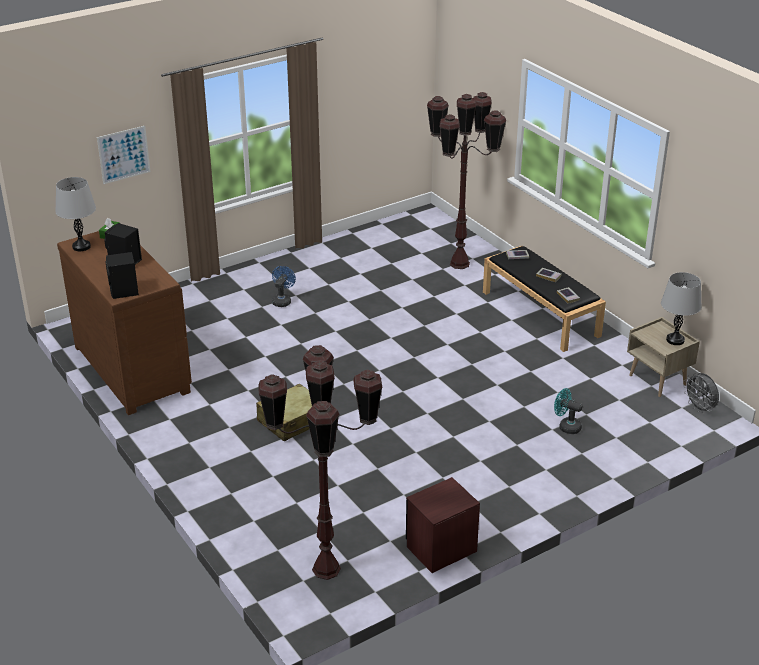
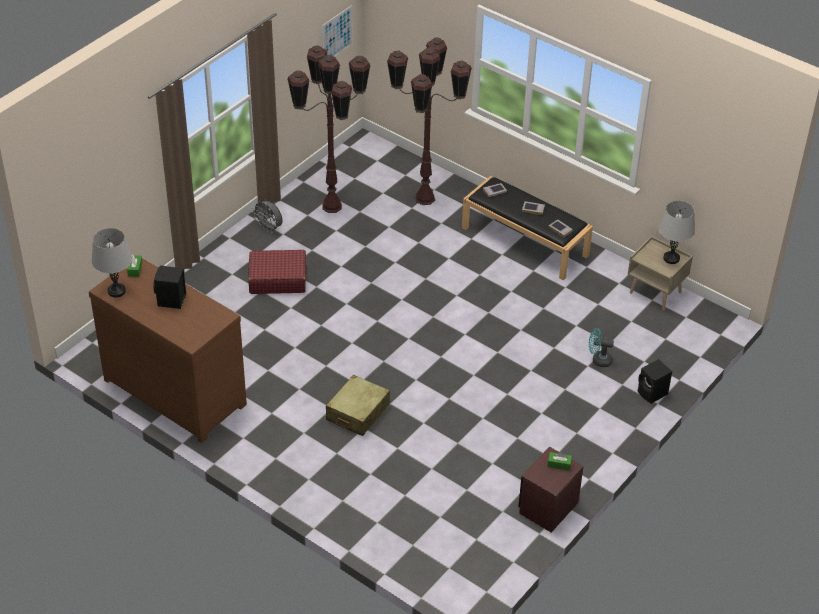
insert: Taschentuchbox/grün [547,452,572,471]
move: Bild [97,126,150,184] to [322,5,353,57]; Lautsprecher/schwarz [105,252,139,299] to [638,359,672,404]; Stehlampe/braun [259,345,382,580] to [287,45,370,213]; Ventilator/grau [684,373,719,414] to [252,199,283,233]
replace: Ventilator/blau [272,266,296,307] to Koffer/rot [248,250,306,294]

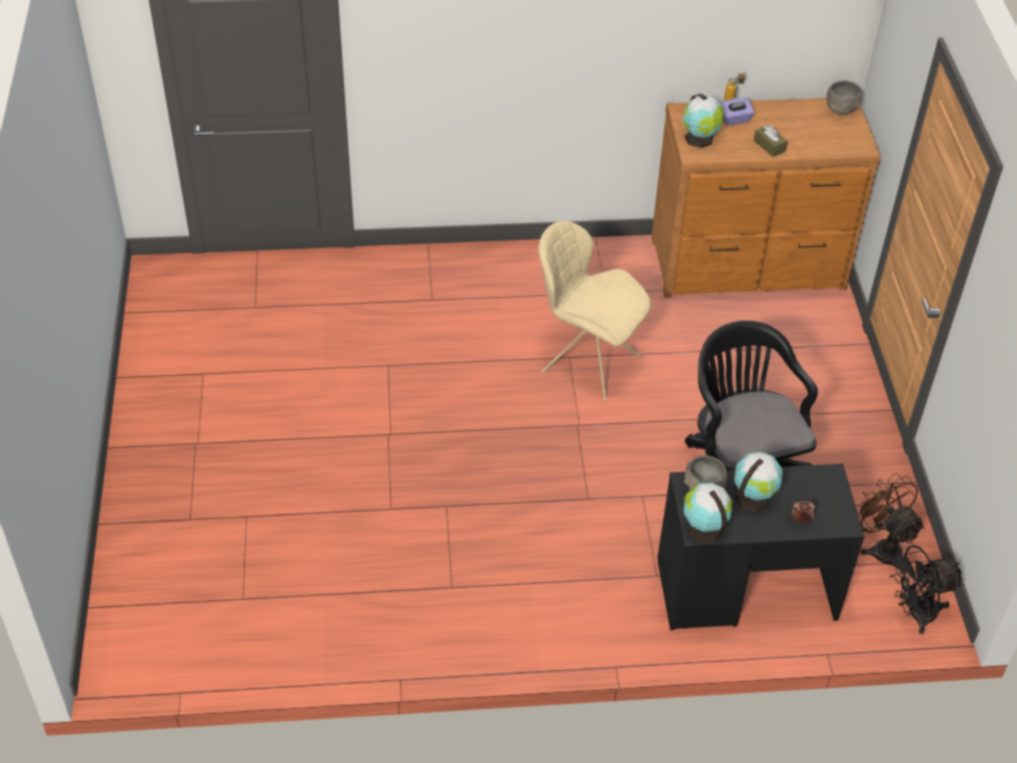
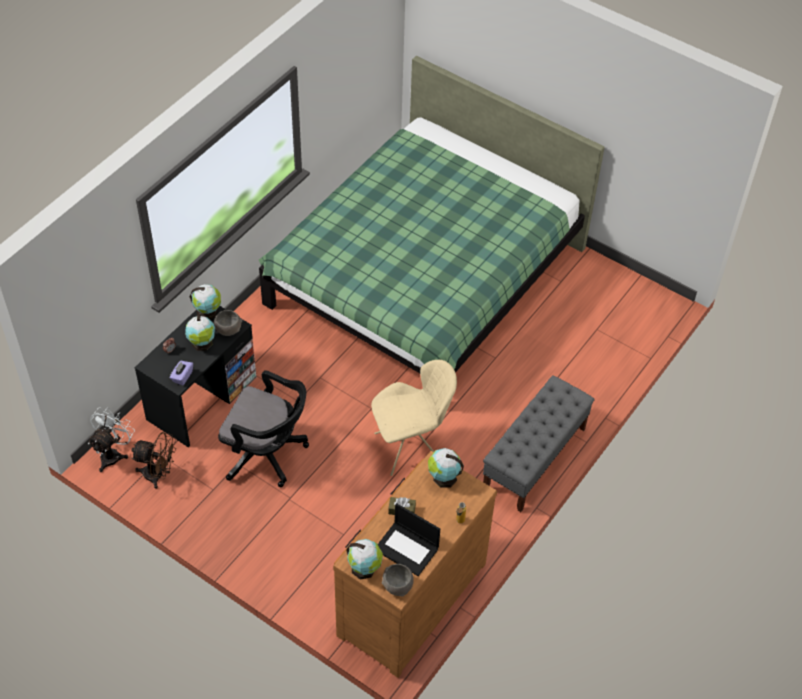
insert: Bett/grün [259,56,605,373]; Globus [346,539,383,580]; Laptop [378,503,440,576]; Bank/grau [483,375,595,512]
move: Taschentuchbox/lila [720,98,755,126] to [170,361,193,385]
recolor: Ventilator/schwarz [890,545,964,634] to Ventilator/weiß [88,407,135,472]

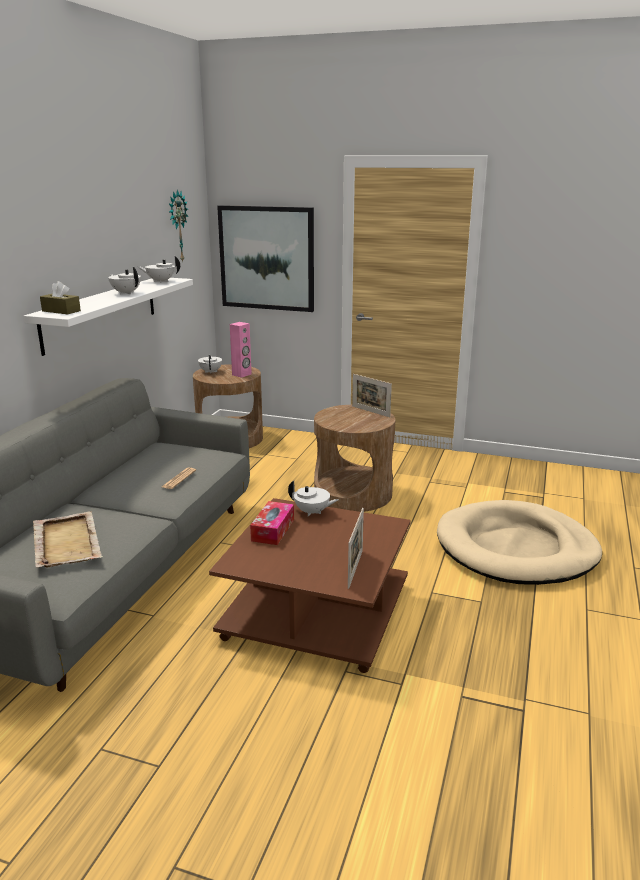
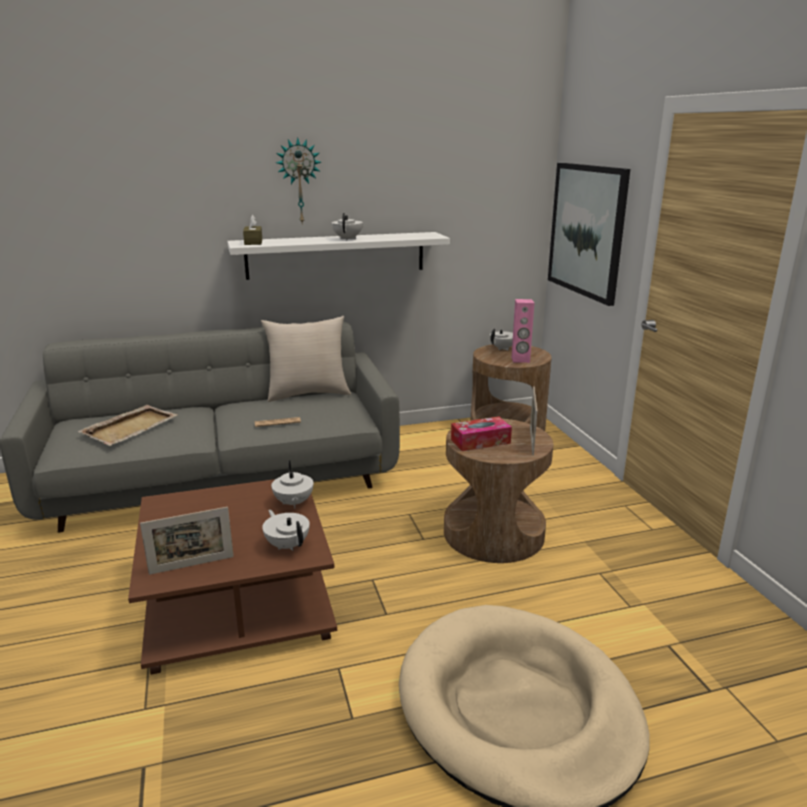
insert: Kissen/beige [261,316,351,402]
move: Teekanne/weiß [138,256,180,283] to [262,510,310,551]; Wanduhr [169,189,188,263] to [276,137,321,223]; Taschentuchbox [250,501,294,545] to [451,417,512,451]

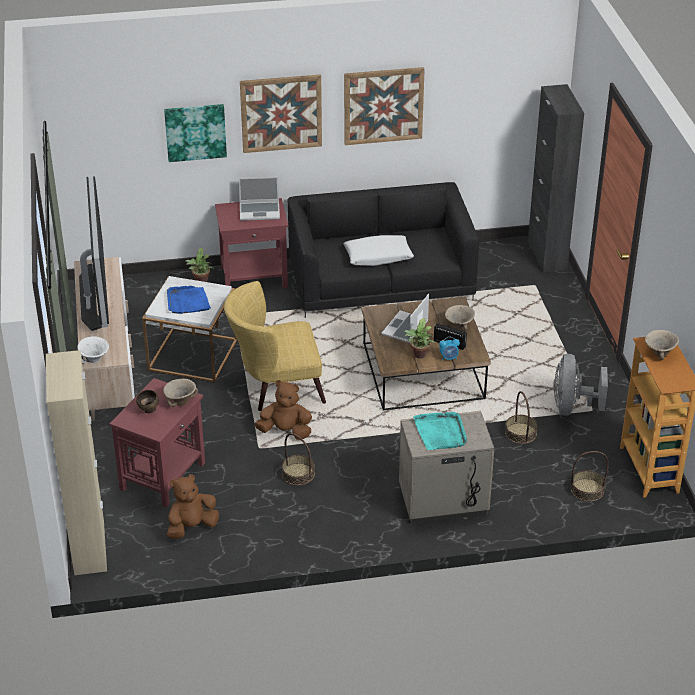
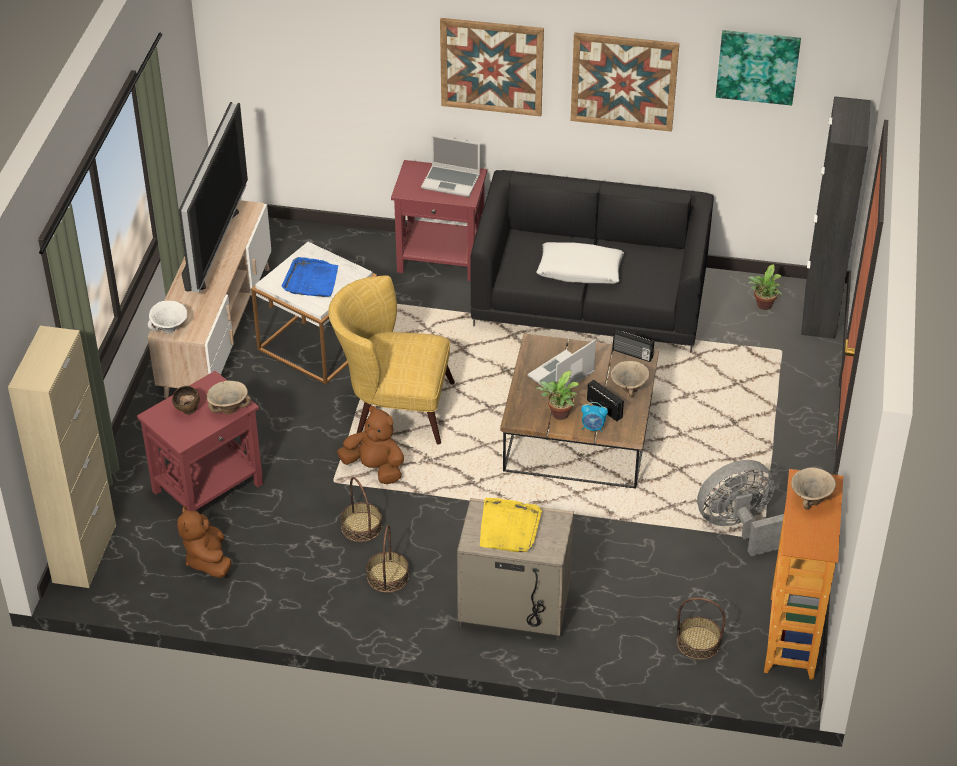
insert: Radio [613,329,654,362]
move: Bild [164,104,227,162] to [716,30,801,105]; Topfpflanze [185,248,214,282] to [748,264,783,310]; Korb [505,391,538,444] to [366,525,409,593]
recolor: Tablett/türkis [413,412,467,450] to Tablett/gelb [480,498,542,552]
rotate: Plüschtier/braun [167,474,219,539] = [177,506,232,578] 90 degrees counterclockwise; Ventilator/grau [553,354,608,416] = [697,460,784,556] 45 degrees clockwise

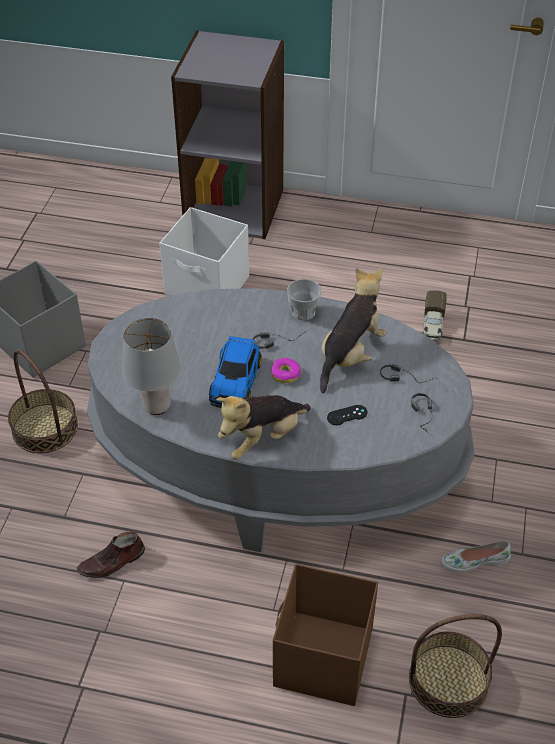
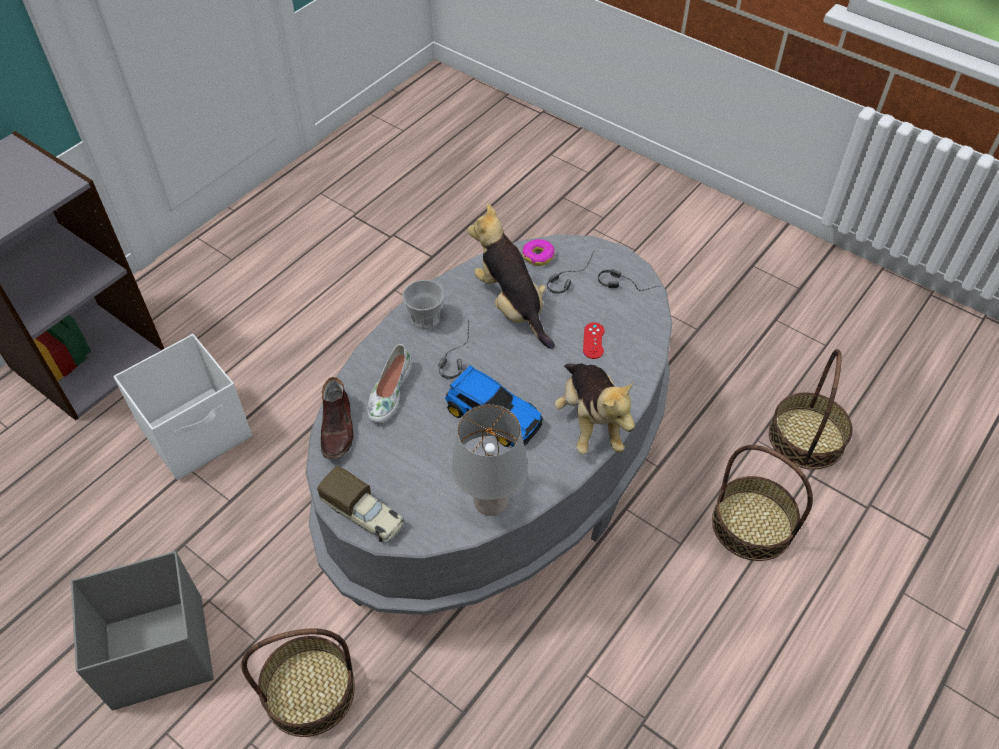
move: Schuh/braun [77,532,145,578] to [321,377,354,460]; Donut [271,358,301,383] to [522,239,555,266]; Spielzeuglaster [423,290,447,341] to [317,466,405,542]; Schuh/weiß [441,541,511,572] to [367,344,412,423]
replace: Aufbewahrungsbox/braun [273,564,378,706] to Korb [712,445,813,561]
recolor: Gamepad/schwarz [327,405,367,425] to Gamepad/rot [583,323,605,359]

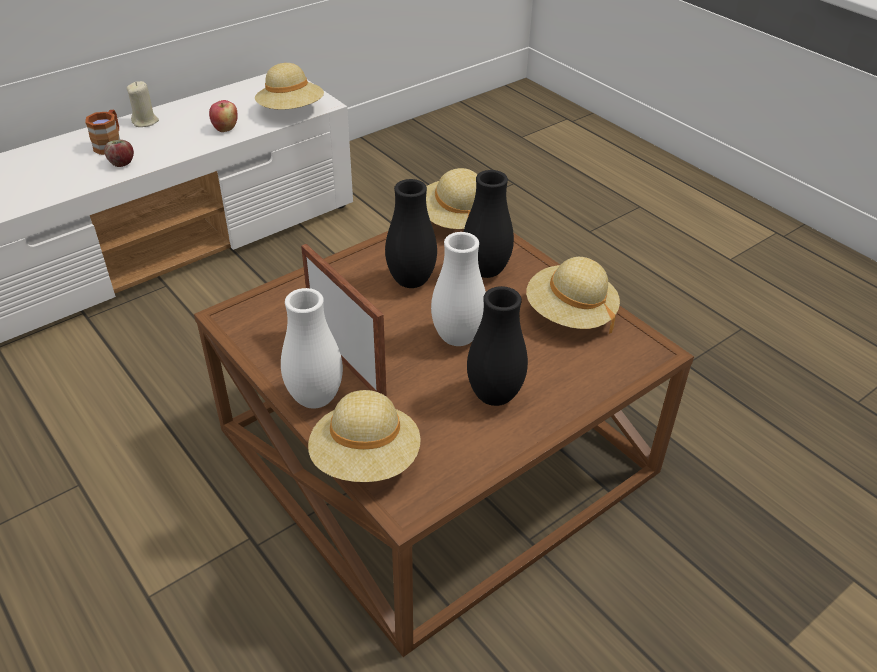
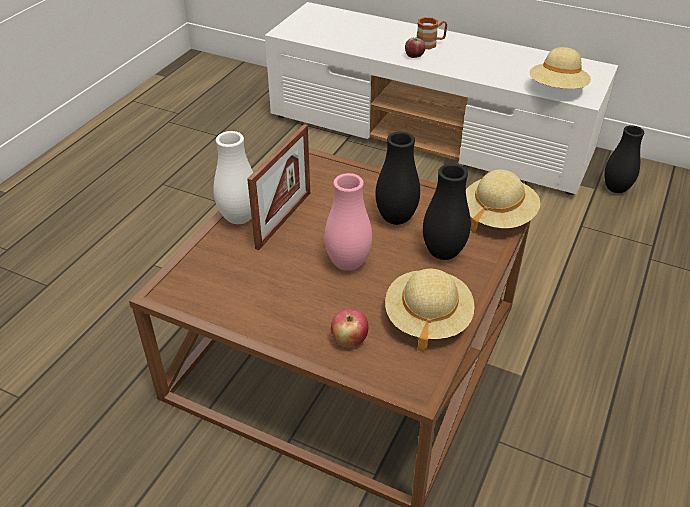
delete: Kerze/beige [127,81,159,127]; Hut/beige [308,390,421,482]
move: Apfel [209,100,238,132] to [331,309,369,348]; Vase/schwarz [467,286,528,406] to [604,125,644,193]
recolor: Vase/weiß [431,232,486,346] to Vase/rosa [324,173,372,271]

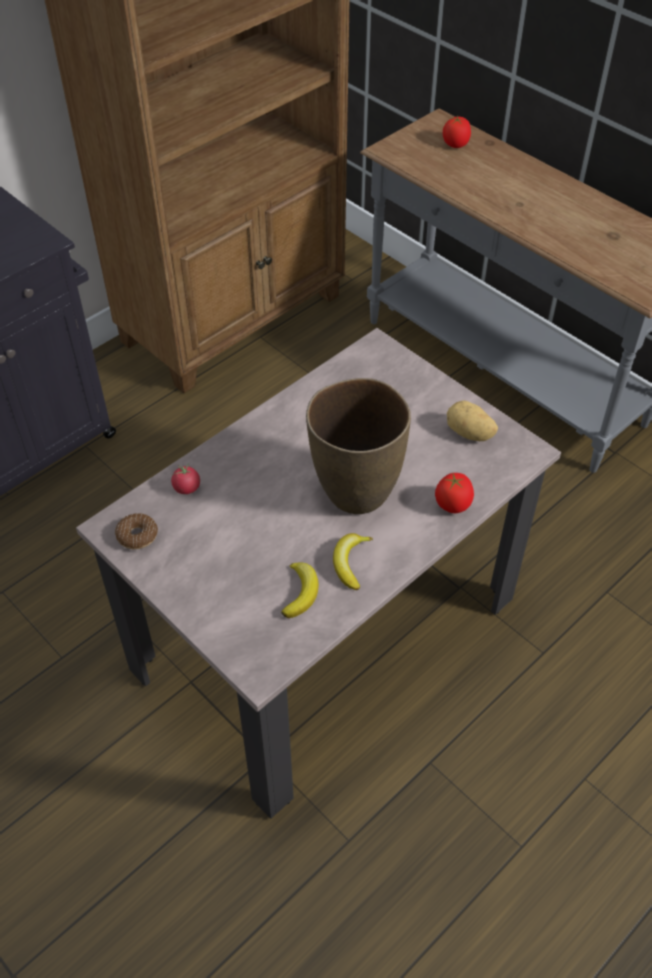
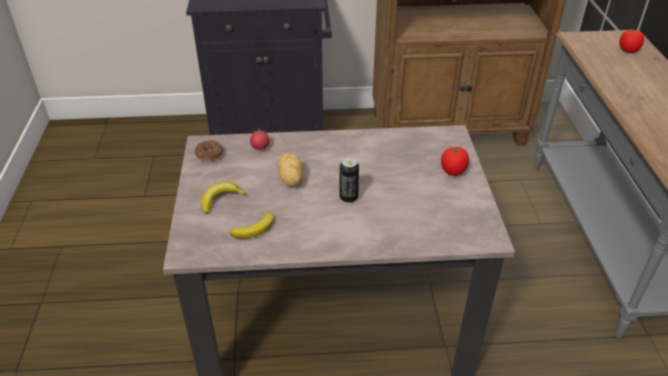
move: Banane [333,533,373,590] to [201,182,247,214]; Tomate [435,473,474,513] to [441,146,469,176]; Kartoffel [447,400,498,441] to [277,153,304,187]
replace: Vase/braun [306,378,411,514] to Dose [339,157,359,203]

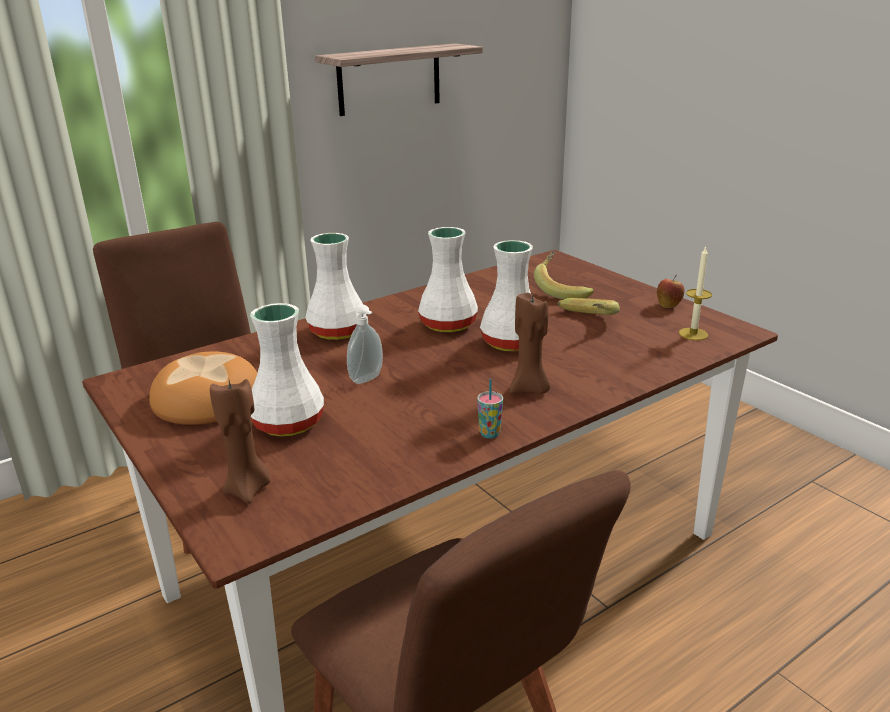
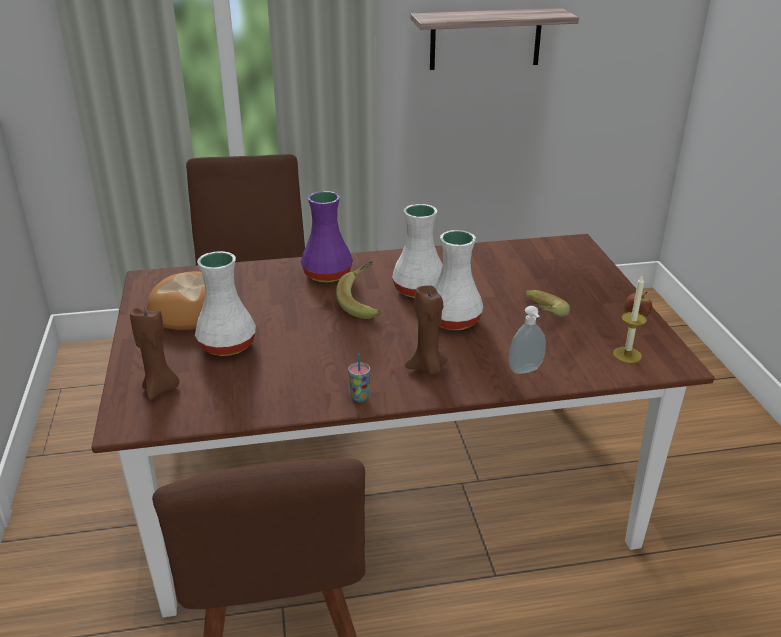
move: Seifenspender [347,304,383,384] to [508,306,546,374]; Banane [534,251,594,300] to [336,261,380,319]
recolor: Vase/weiß [305,233,367,340] to Vase/lila [301,191,353,282]

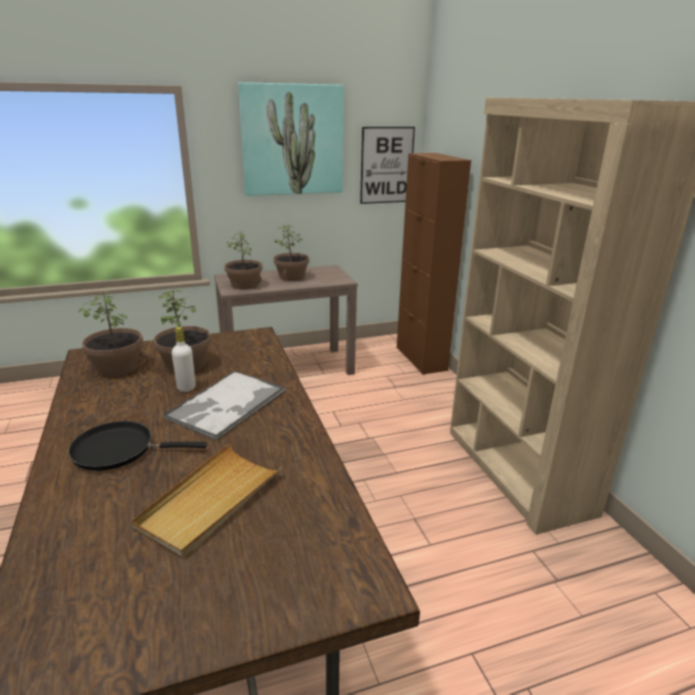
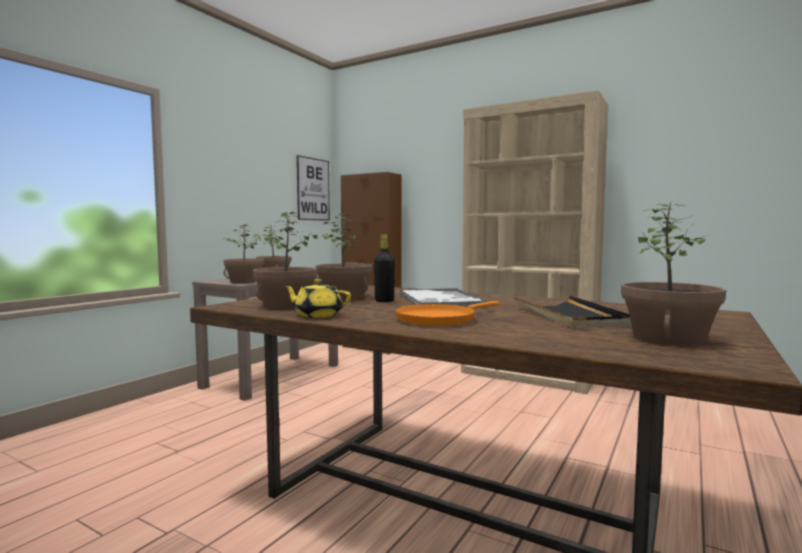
delete: Bild [238,82,344,196]
insert: Teekanne/gelb [284,279,351,318]; Topfpflanze [621,202,726,346]
recolor: Pfanne/schwarz [68,421,207,471] to Pfanne/orange [395,301,500,325]; Tablett/beige [131,444,282,557] to Tablett/schwarz [514,296,632,328]; Flasche/weiß [172,327,196,392] to Flasche/schwarz [374,235,395,302]

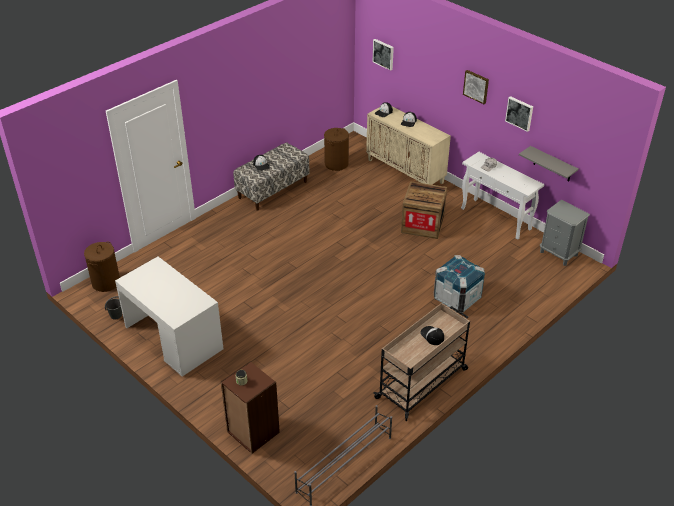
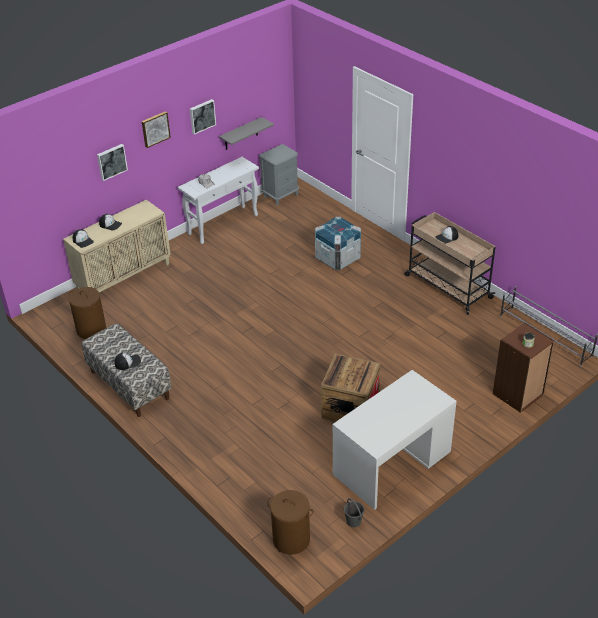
move: Bild [373,39,394,71] to [97,144,128,181]; Kiste [401,181,447,239] to [321,354,380,422]

